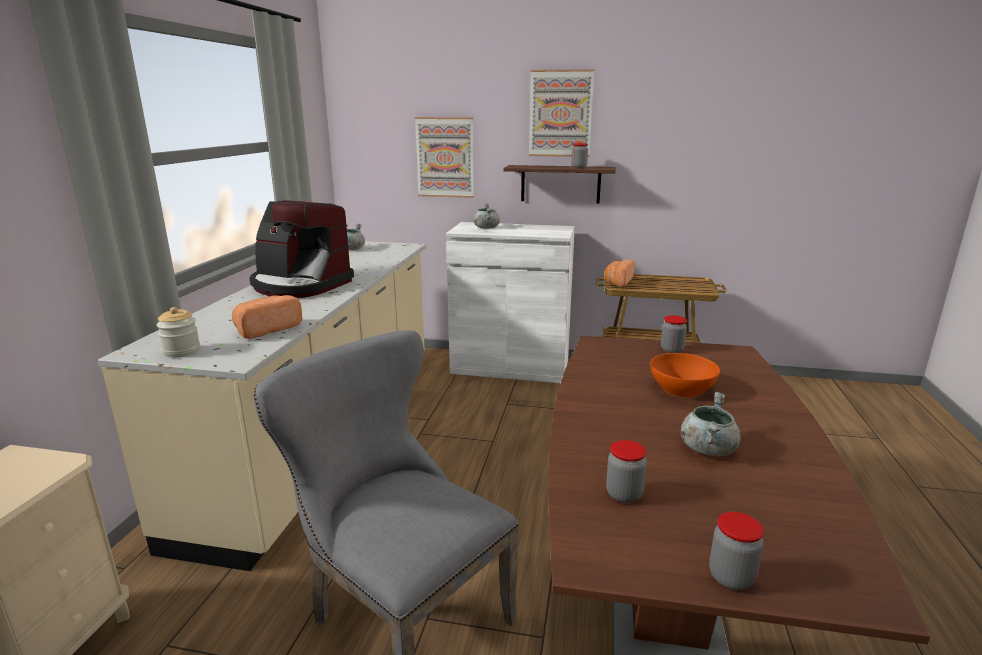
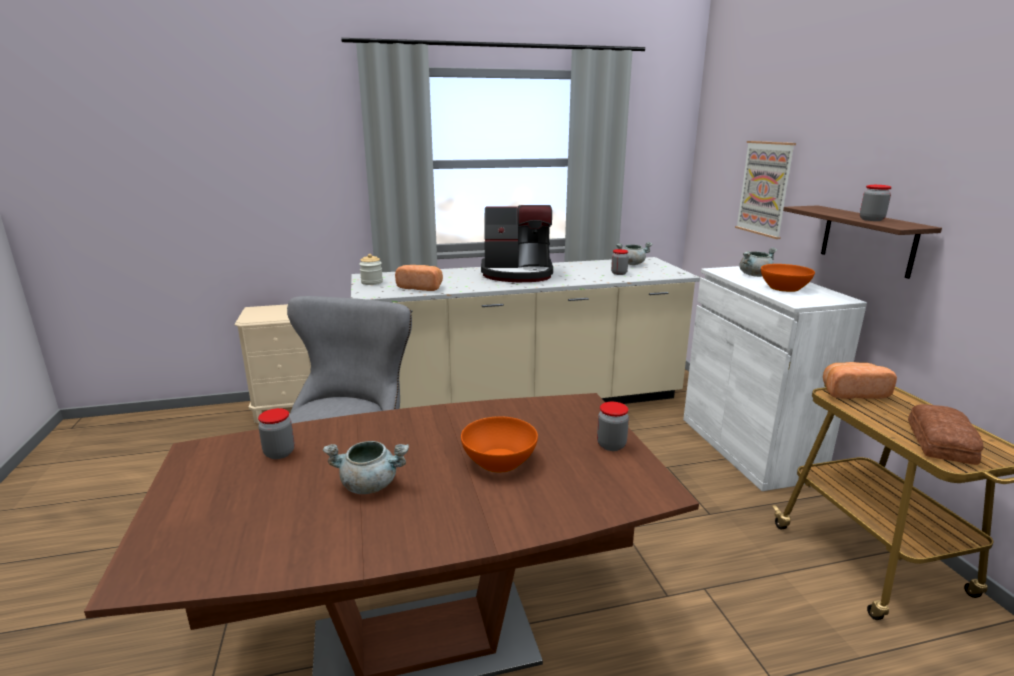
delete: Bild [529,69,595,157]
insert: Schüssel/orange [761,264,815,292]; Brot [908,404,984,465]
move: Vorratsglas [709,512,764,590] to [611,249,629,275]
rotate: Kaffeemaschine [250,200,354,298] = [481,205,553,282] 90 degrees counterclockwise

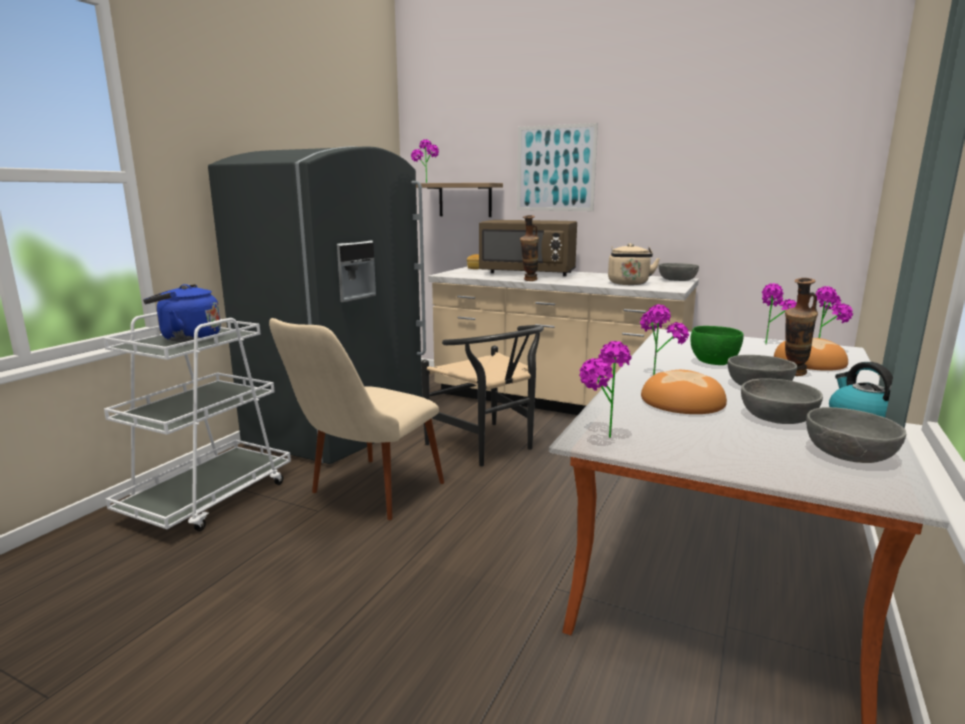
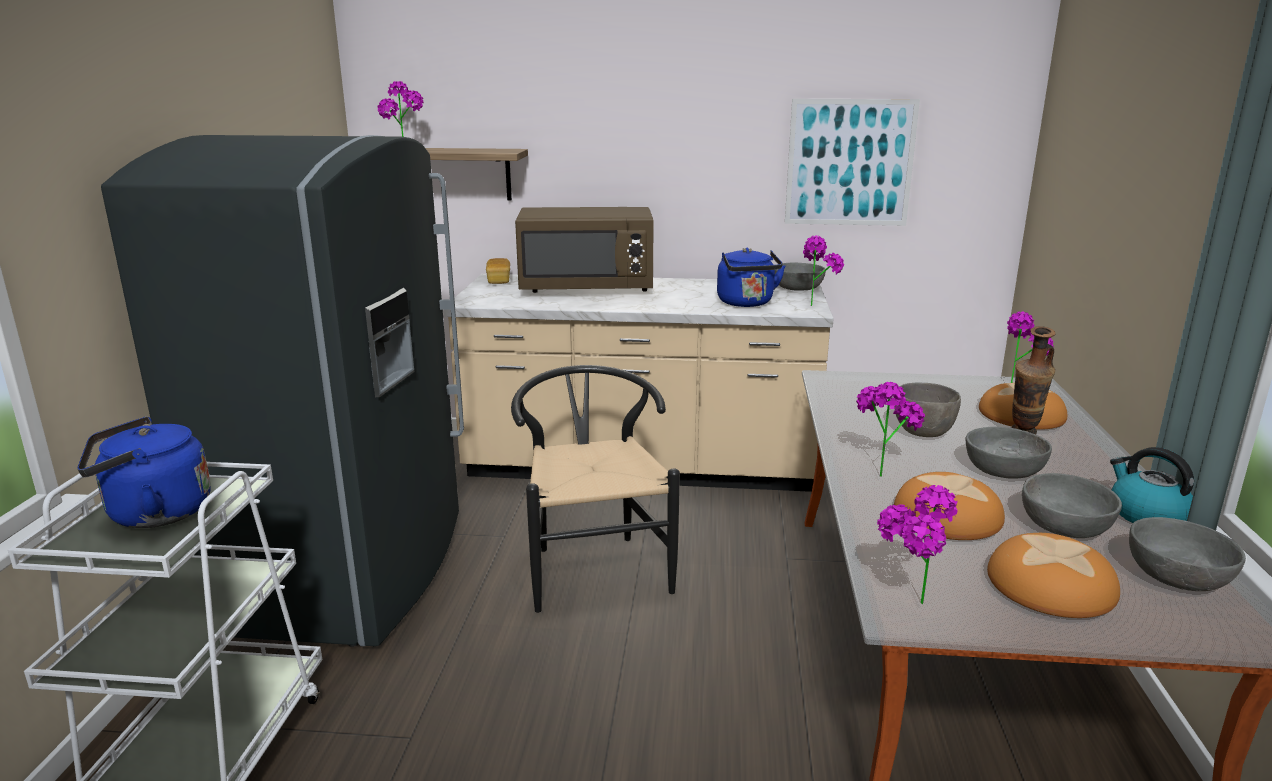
delete: Stuhl/beige [269,318,444,520]; Vase [520,215,539,281]
insert: Brot [987,533,1120,618]
move: Bild [517,123,598,211] to [785,99,920,226]; Topfpflanze [762,283,797,344] to [803,236,844,306]
recolor: Wasserkessel/beige [608,243,660,285] to Wasserkessel/blau [717,248,785,307]; Schüssel/grün [690,326,744,365] to Schüssel/grau [894,383,961,437]
rotate: Stuhl/schwarz [421,325,544,467] = [511,365,680,613] 135 degrees counterclockwise

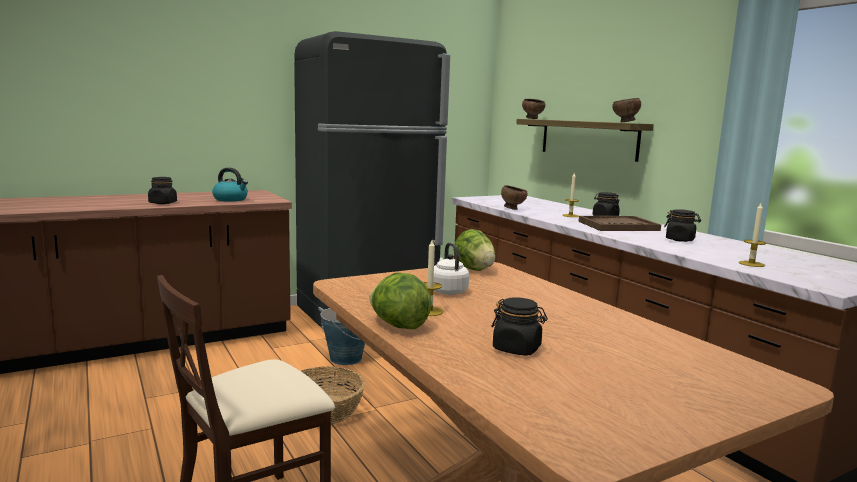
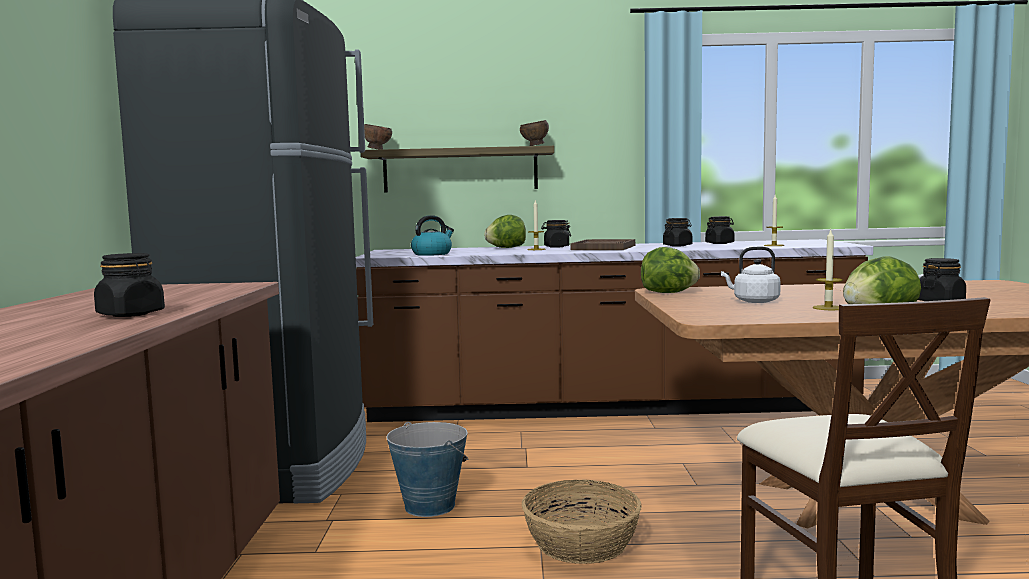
delete: Schüssel/braun [501,185,528,210]
insert: Salatkopf [484,215,526,248]; Vorratsglas/schwarz [705,216,734,244]
move: Wasserkessel [212,168,248,202] to [411,215,454,256]

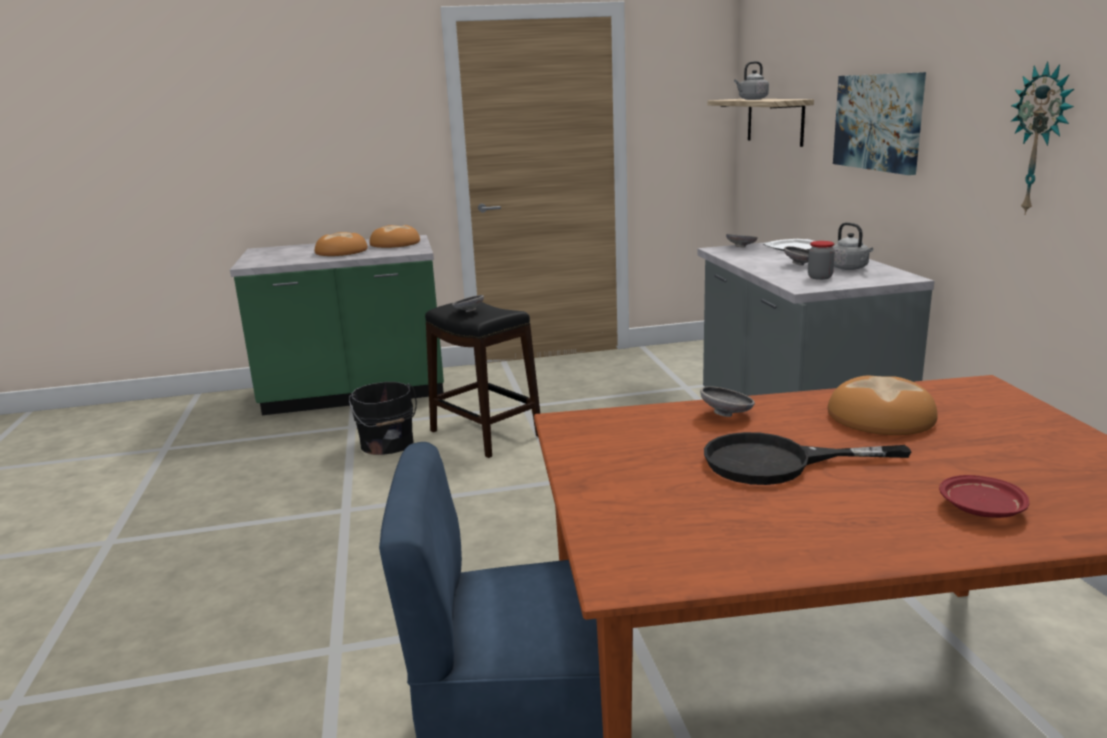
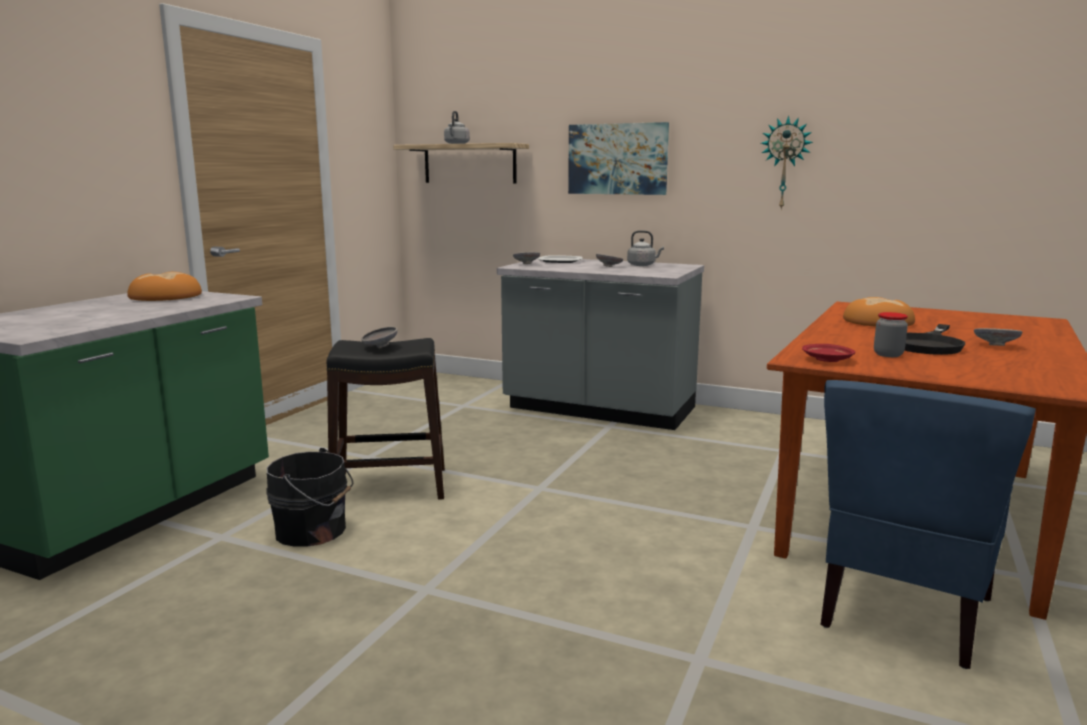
delete: Brot [315,232,368,256]
move: Schüssel/grau [700,386,755,417] to [974,328,1023,346]; Vorratsglas [808,241,835,280] to [874,312,908,357]; Teller/rot [939,475,1029,518] to [802,344,855,362]

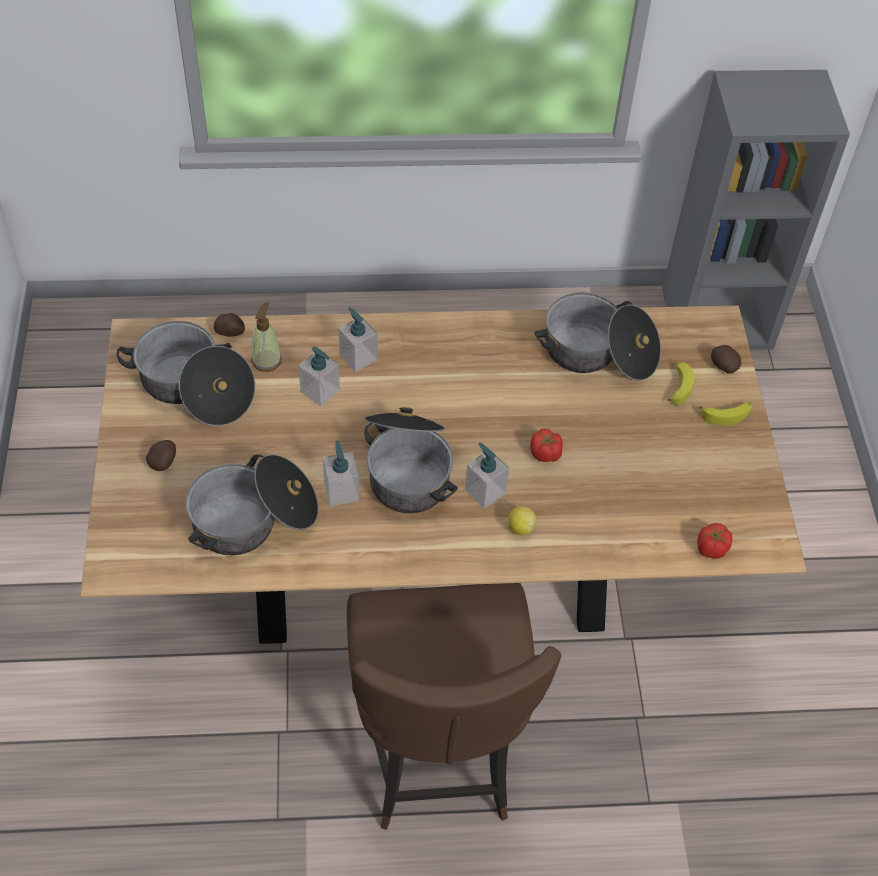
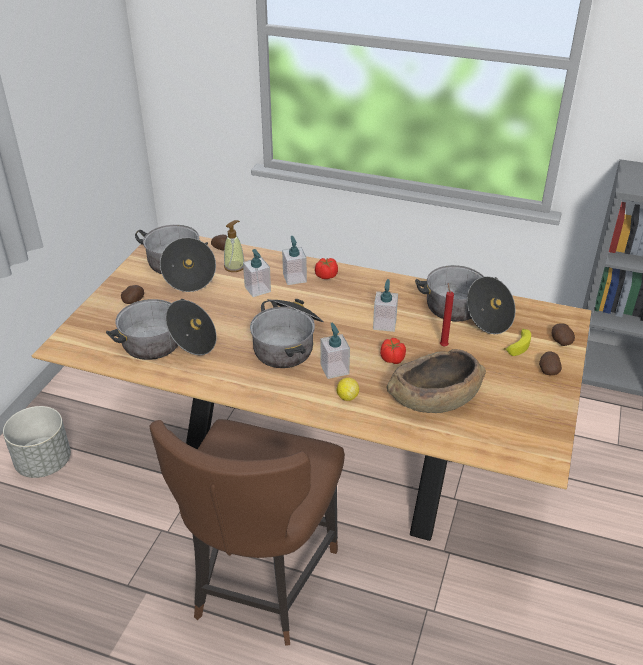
insert: Pflanzkübel/grau [3,406,71,478]; Schüssel/braun [387,349,486,413]; Kerze/rot [440,283,454,346]
move: Seifenspender [323,441,359,507] to [373,279,398,332]; Tomate [697,523,732,559] to [315,258,338,279]
replace: Banane [699,402,752,426] to Kartoffel [539,351,562,375]

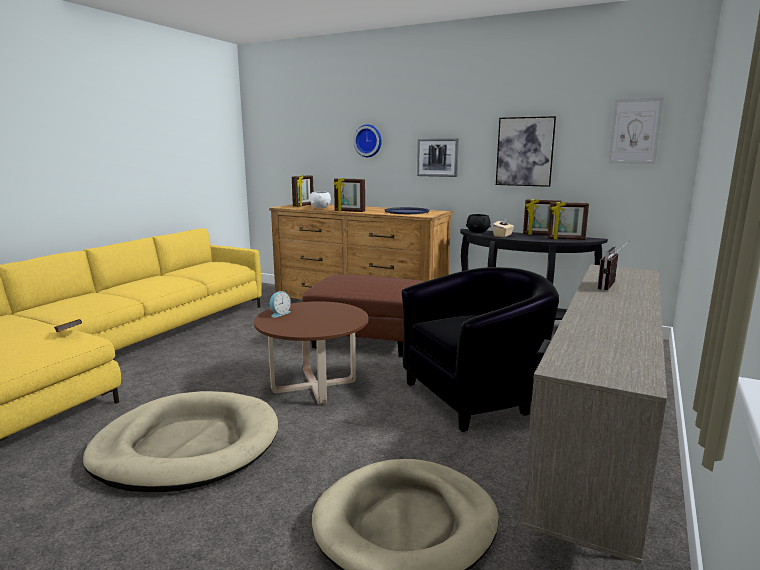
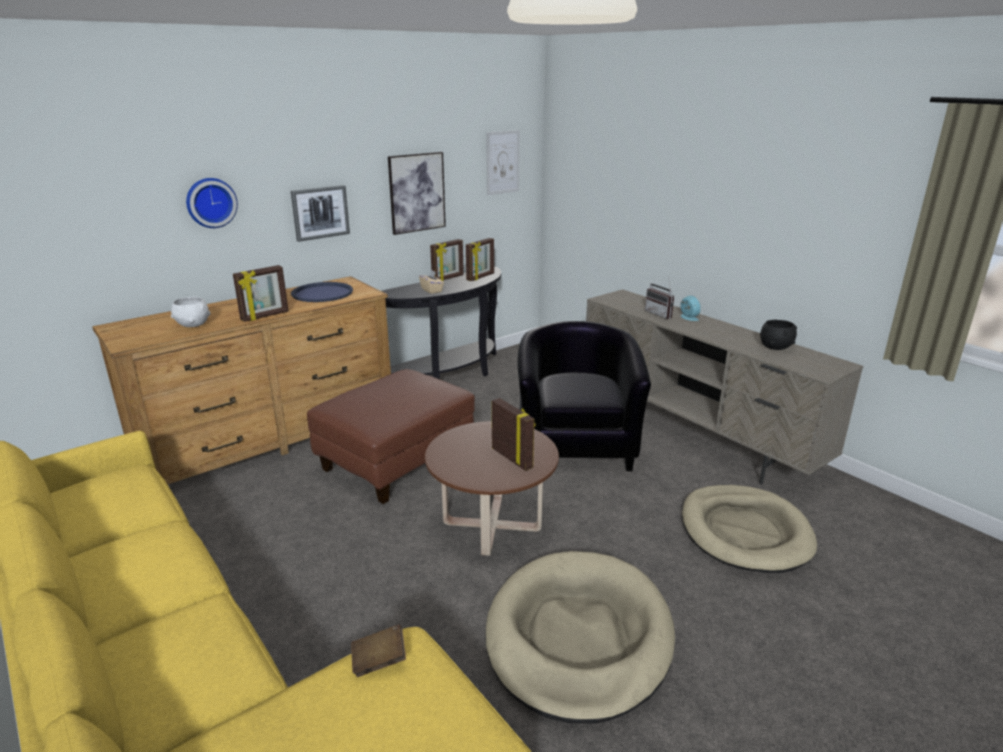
move: Wecker [270,291,291,318] to [680,295,701,321]; Bilderrahmen [292,175,314,207] to [492,398,536,471]; Schüssel/schwarz [466,214,491,233] to [760,320,797,350]

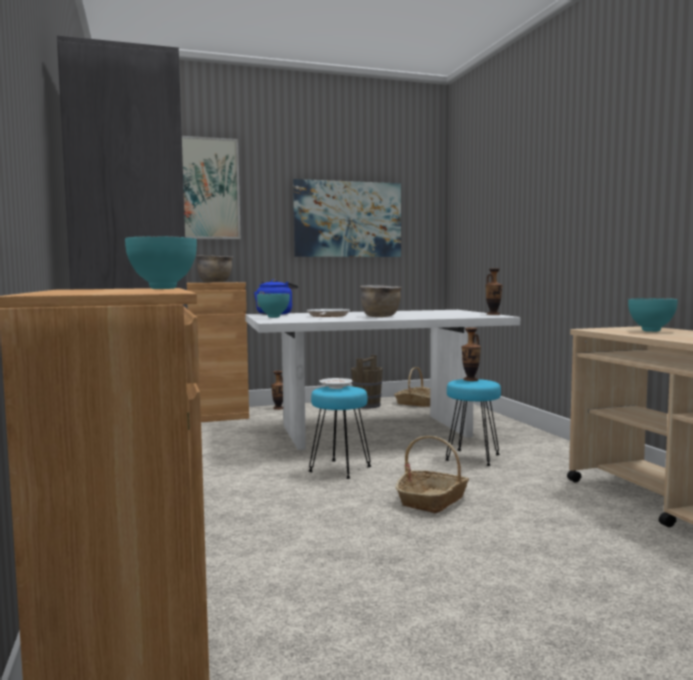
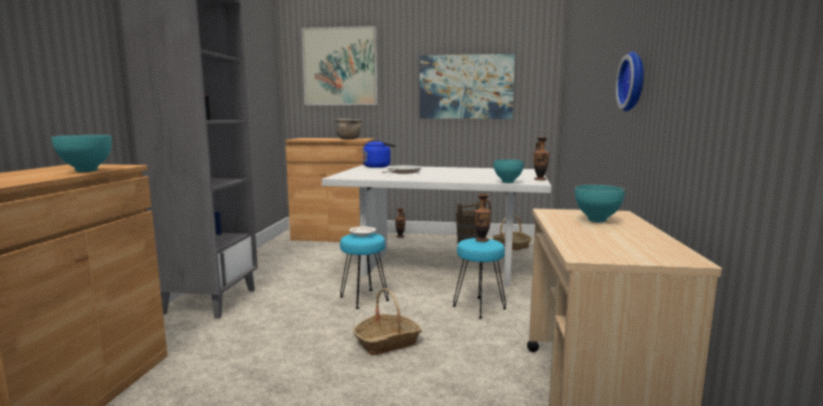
delete: Kochtopf/braun [360,285,402,317]
insert: Wanduhr [616,51,644,112]
move: Schüssel/türkis [257,293,290,318] to [493,159,524,183]

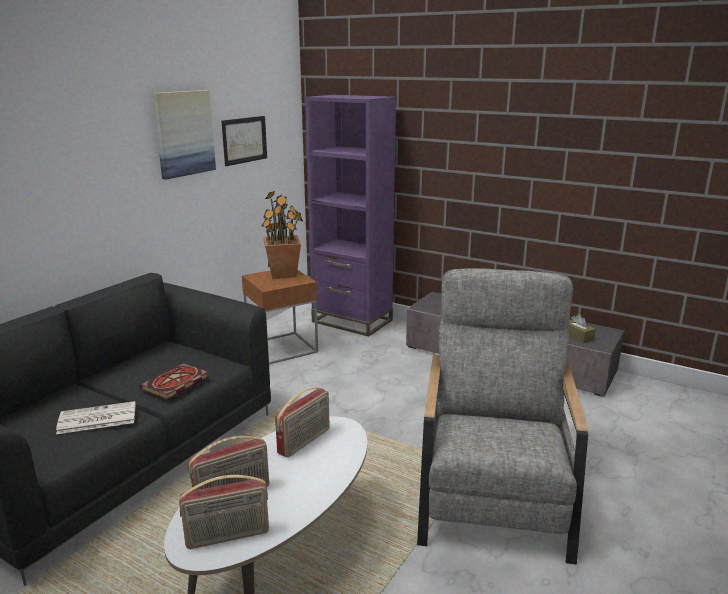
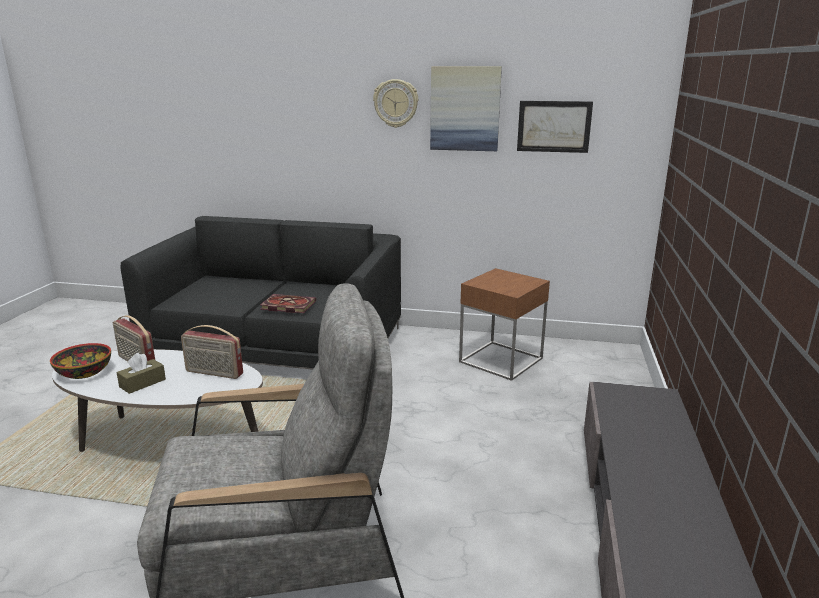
delete: Zeitung [56,401,136,434]; Topfpflanze [261,191,303,279]; Bücherregal/lila [305,95,396,336]
insert: Wanduhr [373,79,418,128]
move: Taschentuchbox/braun [569,314,596,343] to [116,353,166,394]
replace: Radio [179,475,269,549] to Schüssel [50,343,111,379]

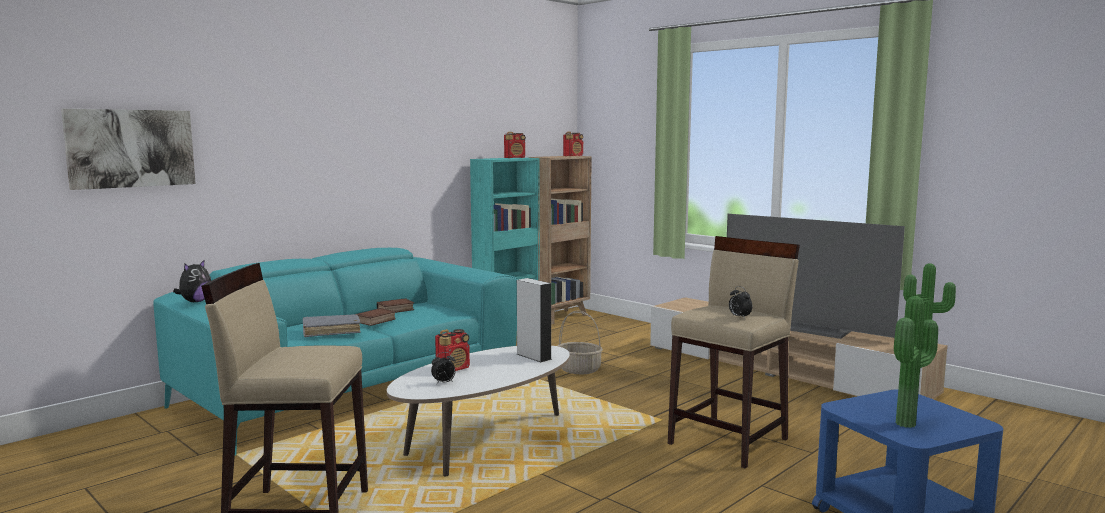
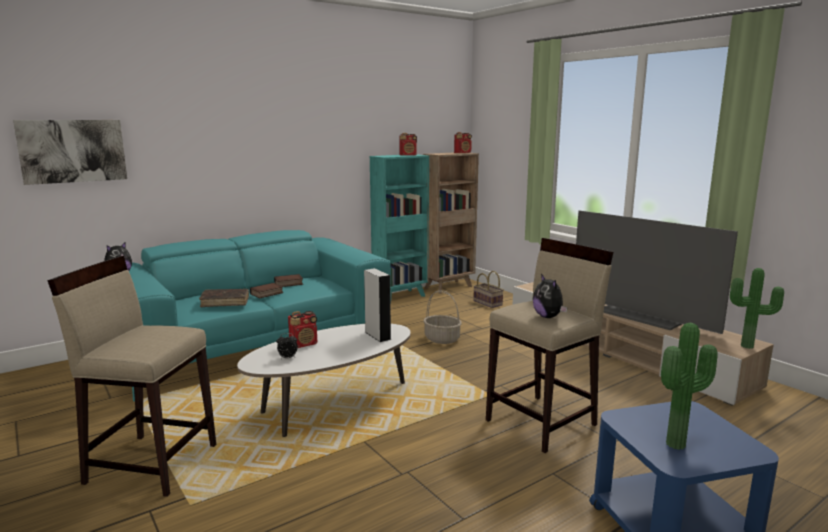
insert: Korb [473,271,504,308]
replace: Wecker [729,286,752,319] to Plüschtier [533,274,568,318]
recolor: Buch/grau [303,314,361,337] to Buch/braun [199,289,249,307]

